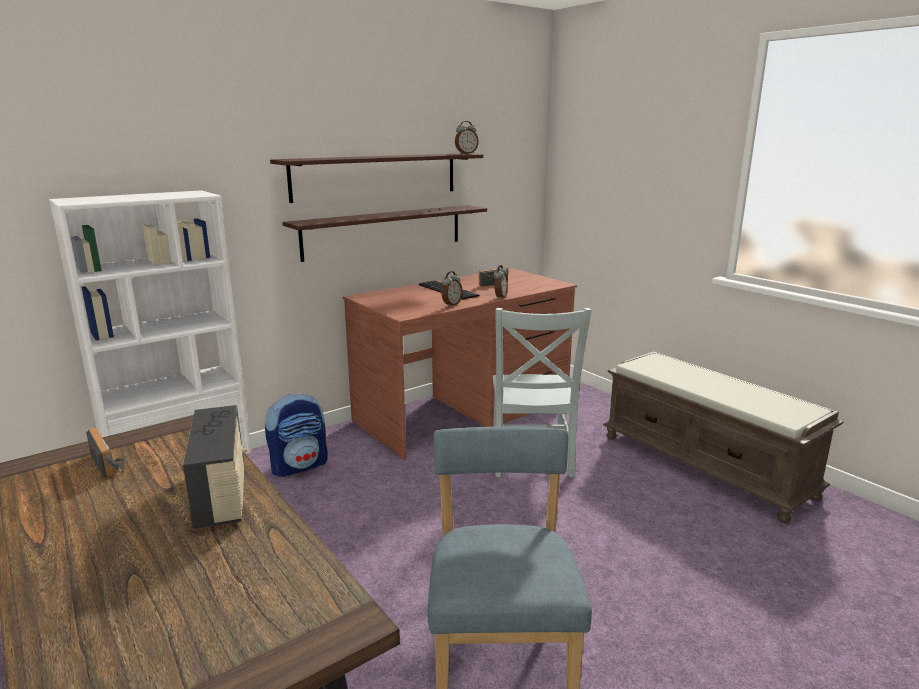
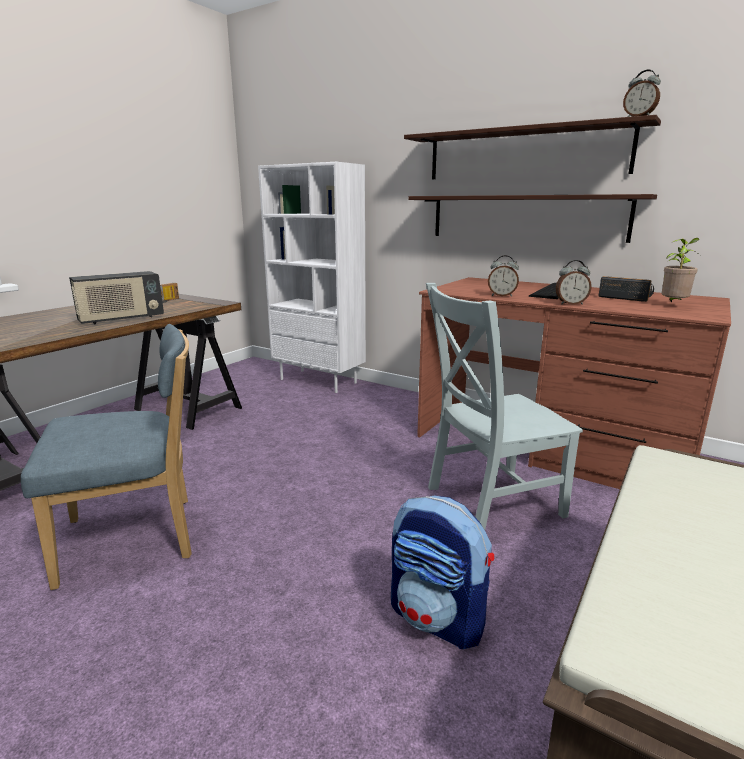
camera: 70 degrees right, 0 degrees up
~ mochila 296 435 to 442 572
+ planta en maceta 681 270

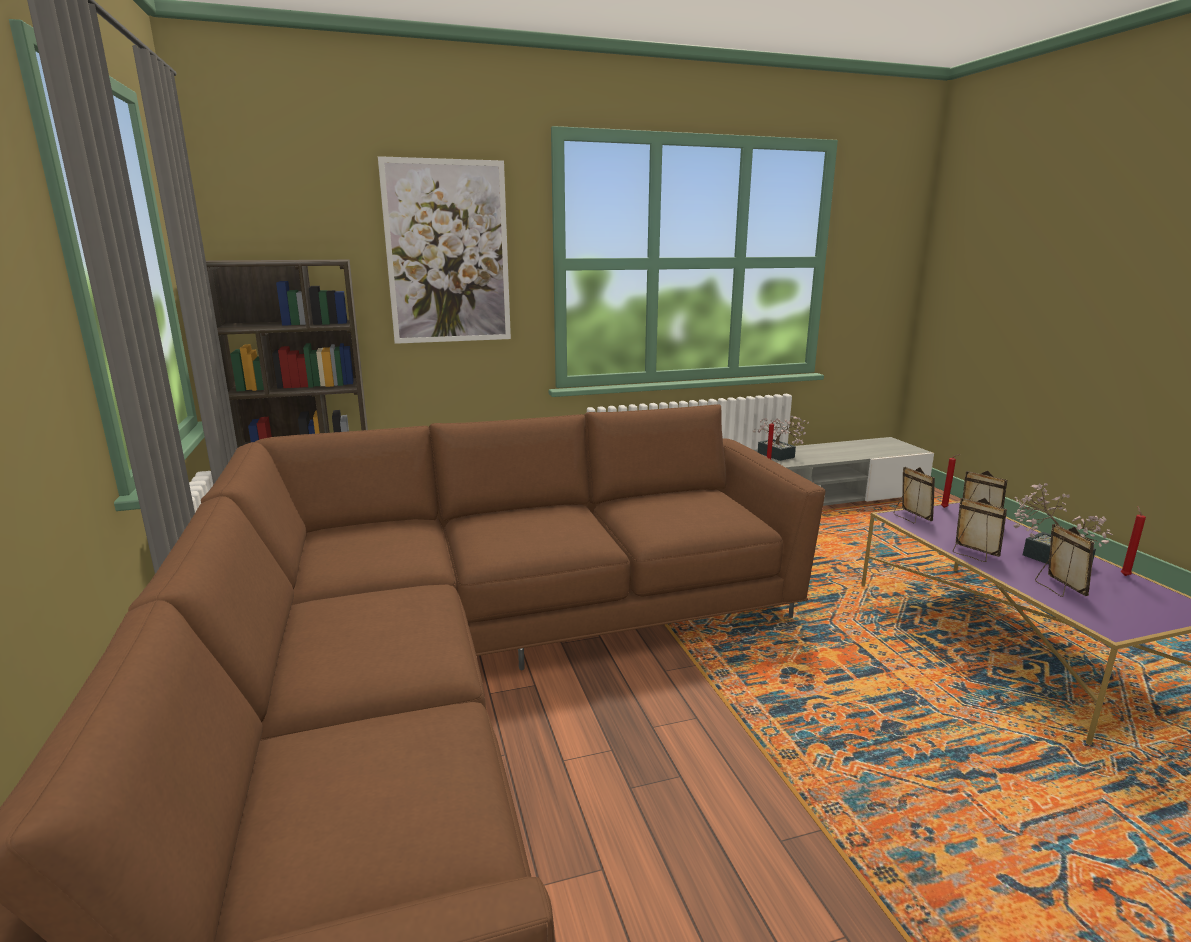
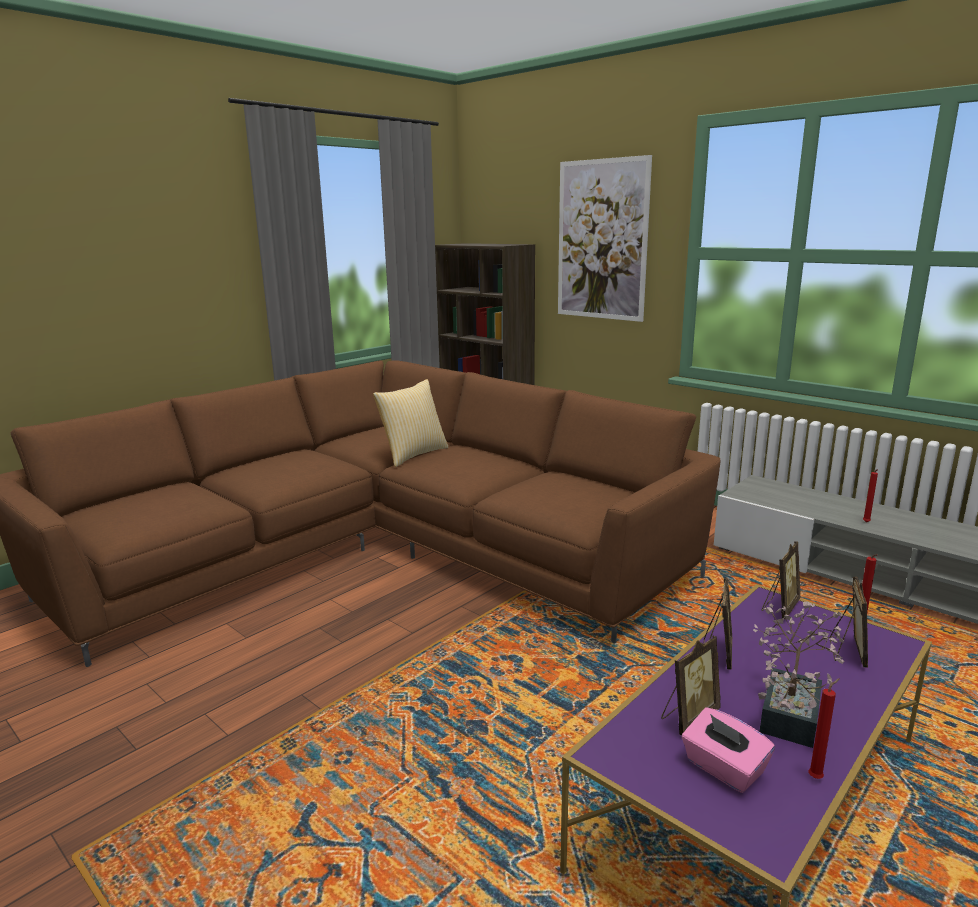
camera: 60 degrees right, 0 degrees up
- planta en maceta 781 438
+ cojín 410 423
+ caja de pañuelos/rosa 728 750

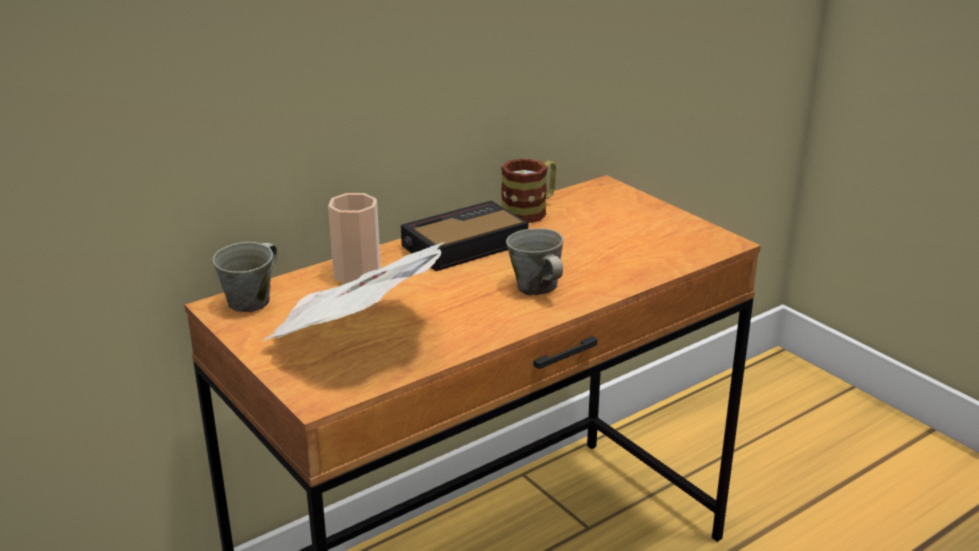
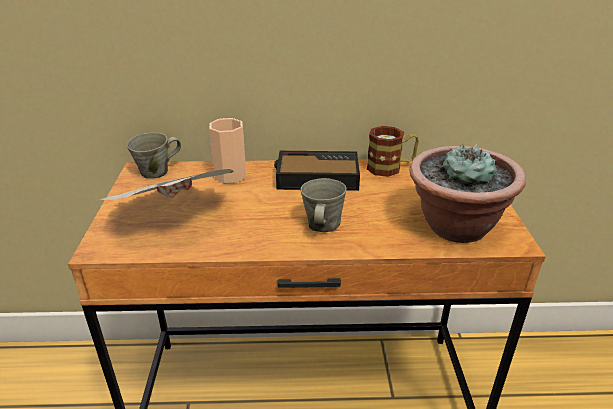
camera: 35 degrees right, 5 degrees up
+ planta en maceta 467 192

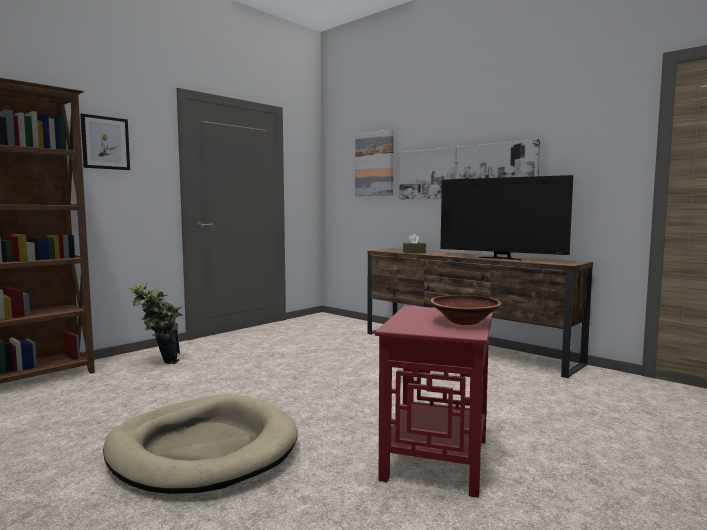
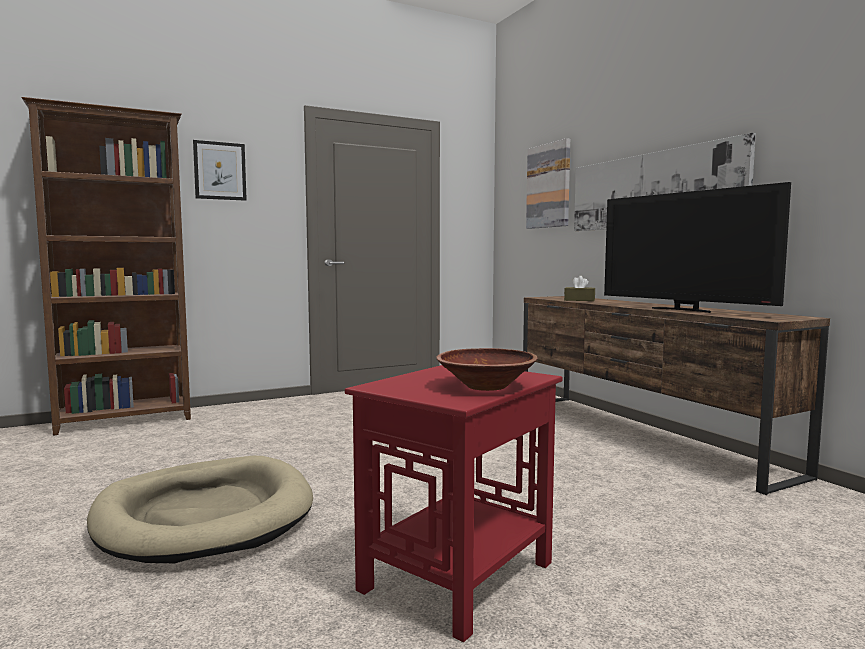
camera: 20 degrees right, 0 degrees up
- planta en maceta 155 323

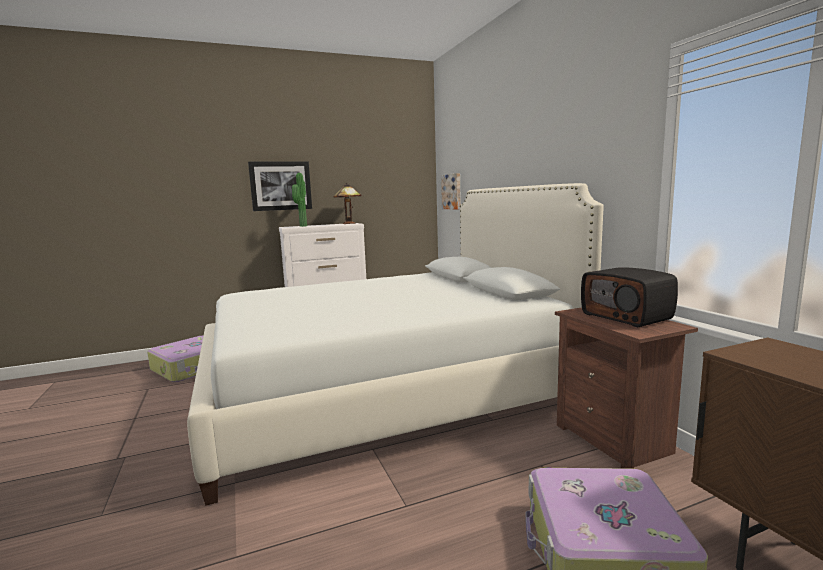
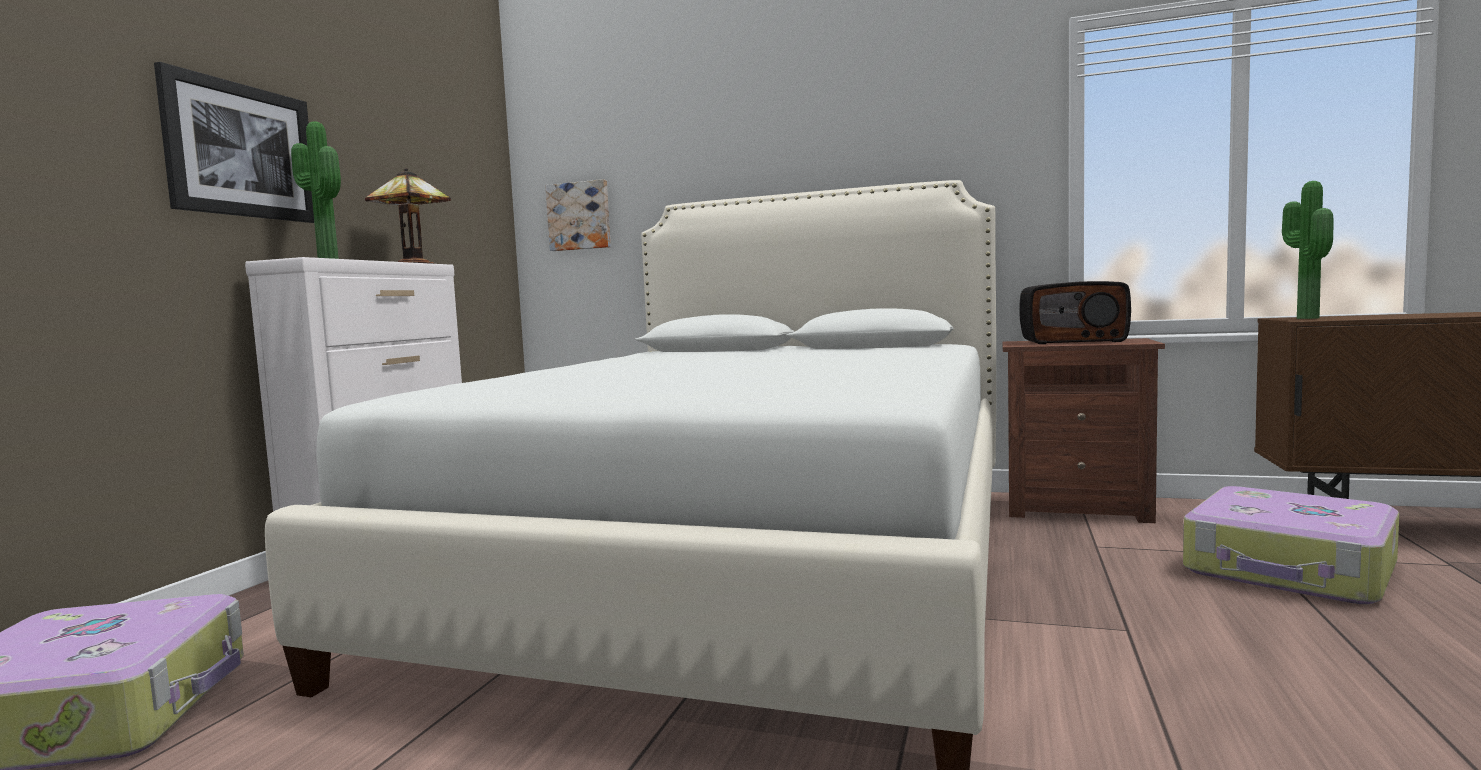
camera: 50 degrees left, 5 degrees down
+ planta en maceta 1307 250

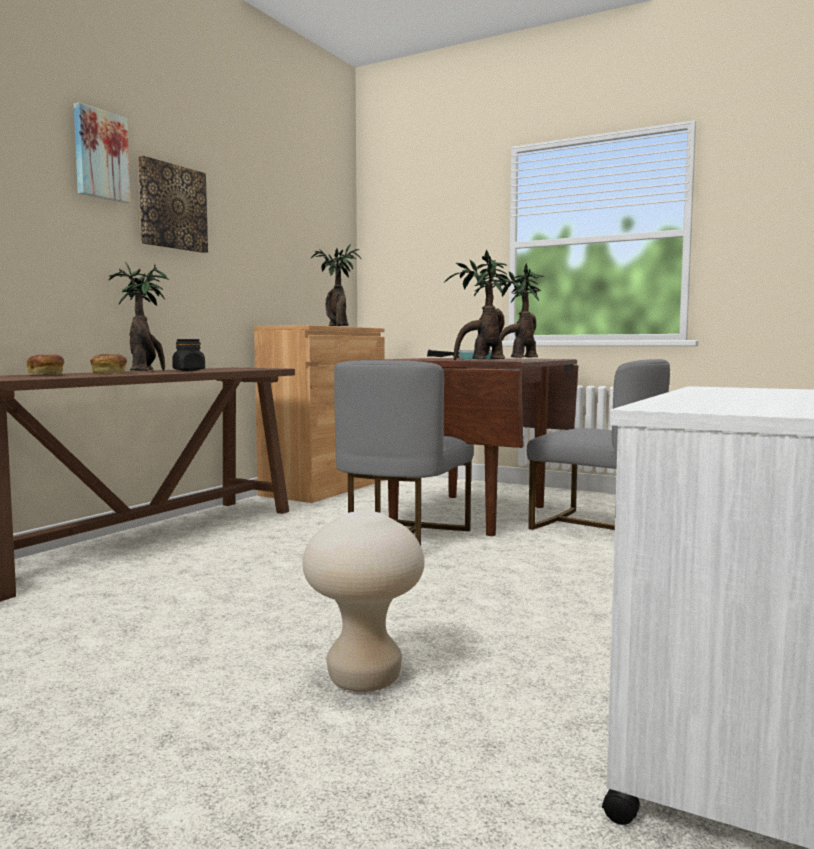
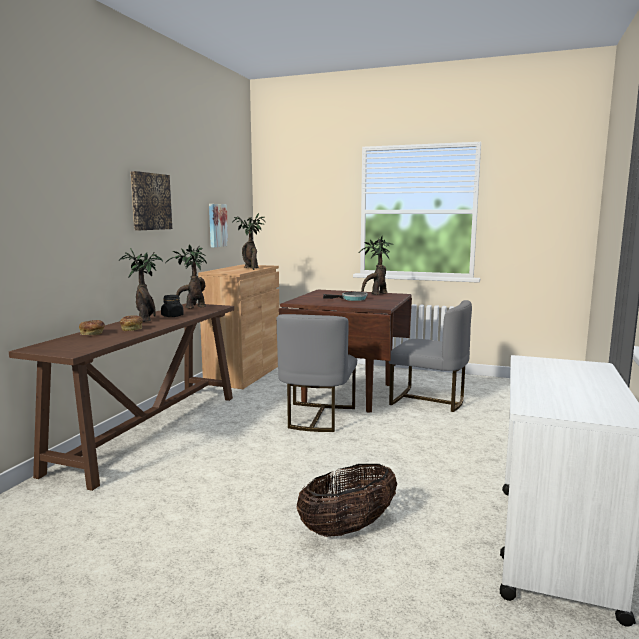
camera: 10 degrees left, 5 degrees up
~ cuadro 102 152 to 218 225
~ taburete/beis 363 601 to cesta 347 500
~ planta en maceta 476 304 to 186 276

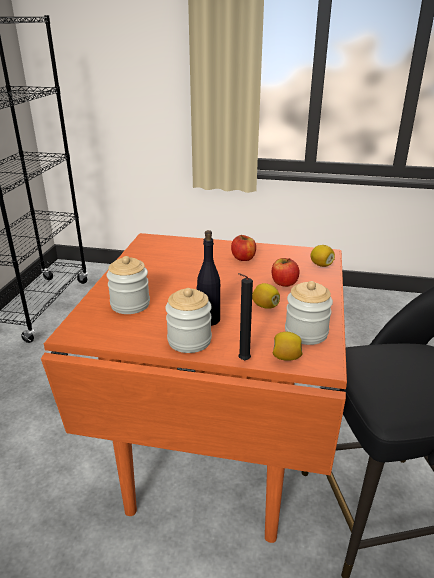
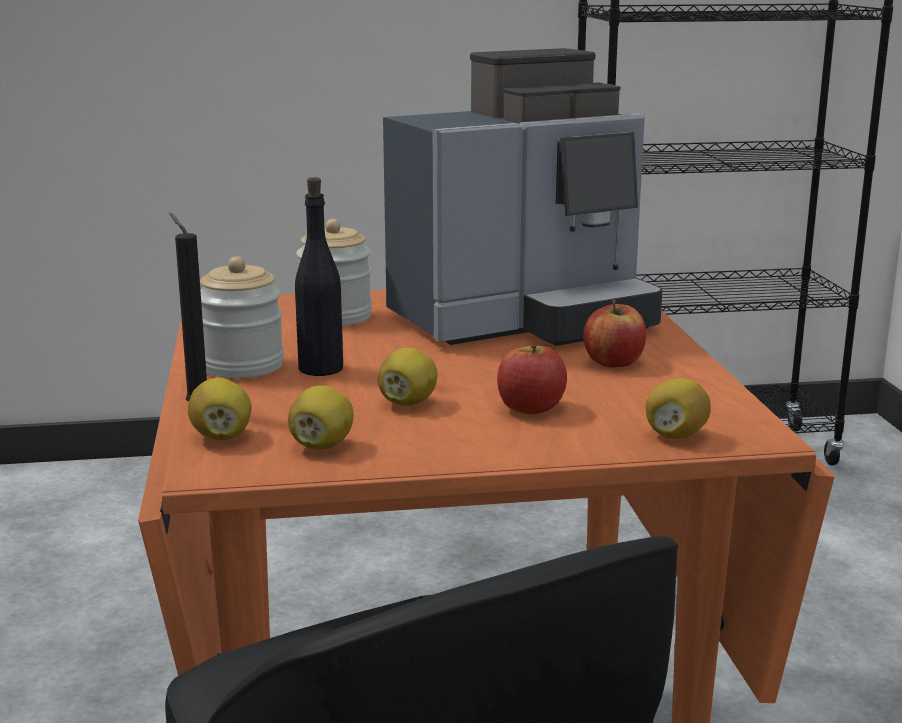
camera: 70 degrees right, 10 degrees down
~ tarro 309 313 to limón 321 418
+ cafetera 523 197

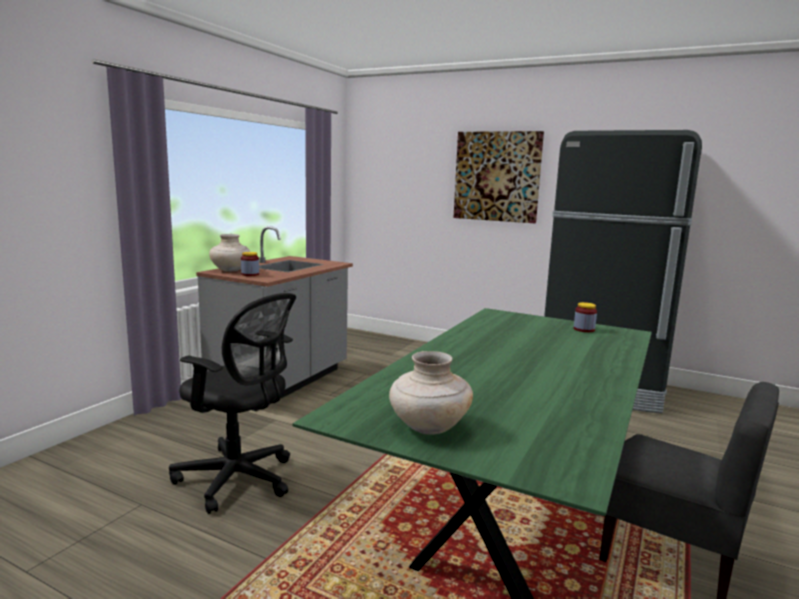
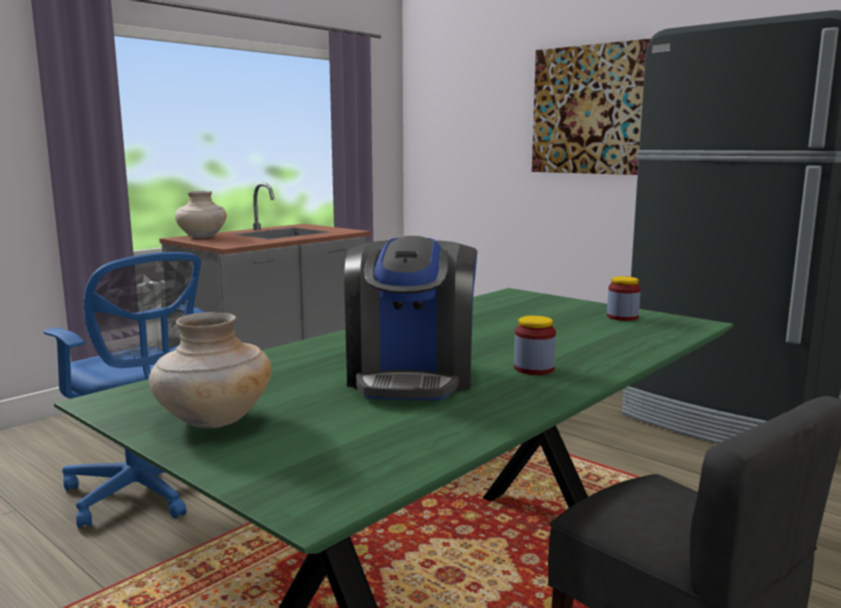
camera: 15 degrees right, 0 degrees up
~ silla de oficina/negro 232 403 to silla de oficina/azul 124 390
~ tarro 250 264 to 535 345
+ cafetera 411 318

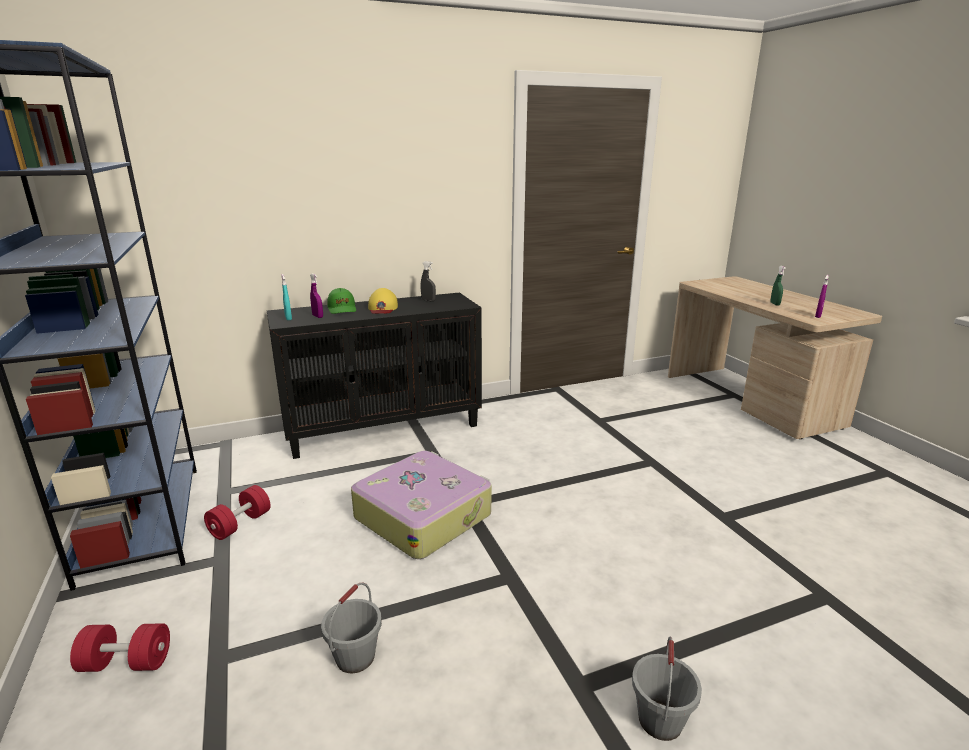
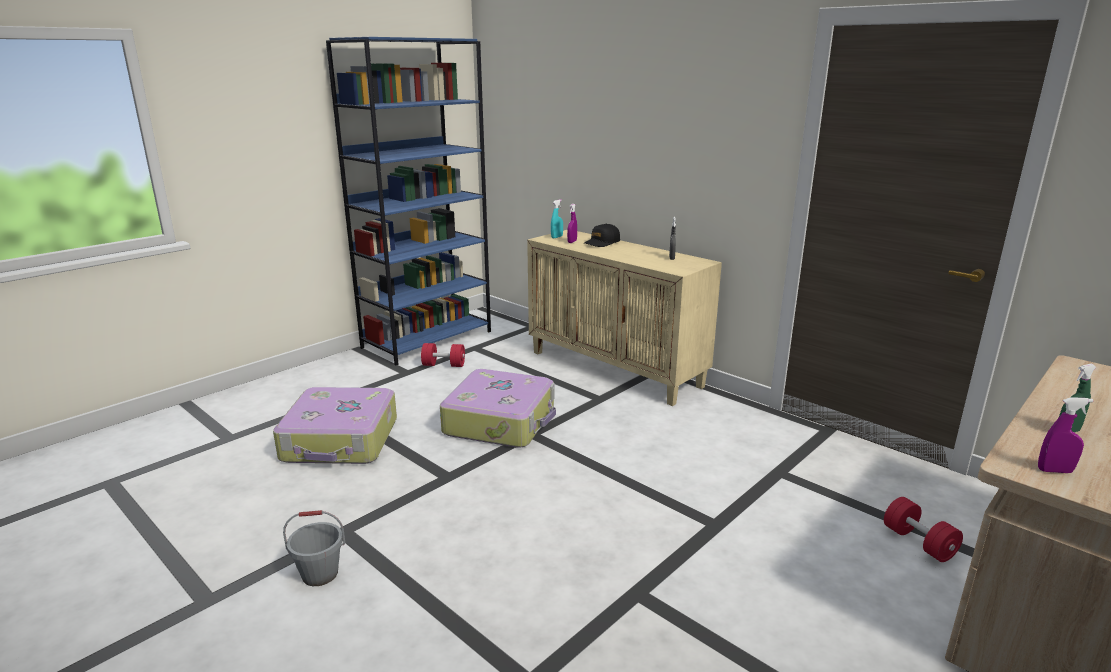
camera: 65 degrees right, 0 degrees up
~ mancuerna/rojo 120 647 to 923 529
~ armario/negro 374 376 to armario/beis 624 318
~ cubo/gris 351 628 to maleta 335 425
~ gorra/verde 341 301 to gorra/negro 602 235
- gorra/amarillo 383 301

